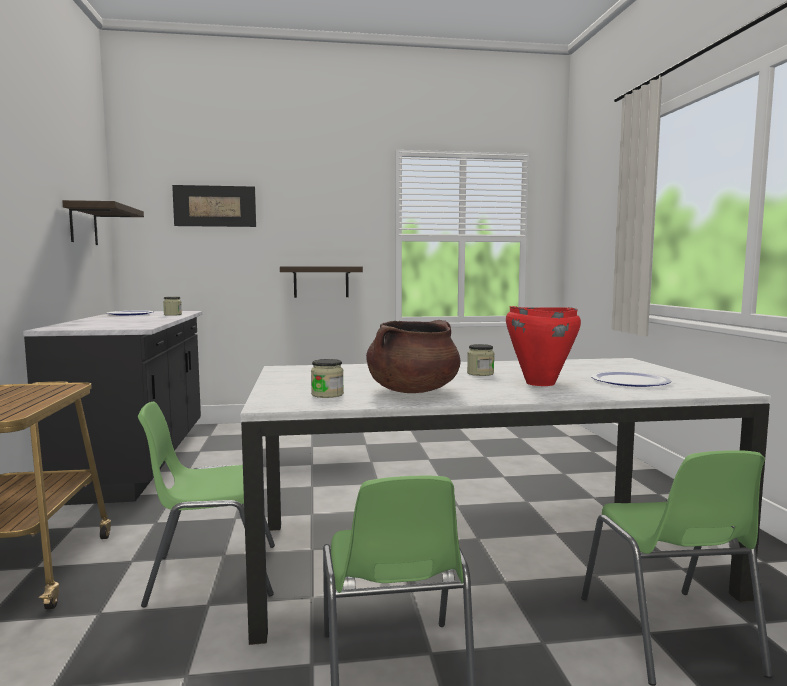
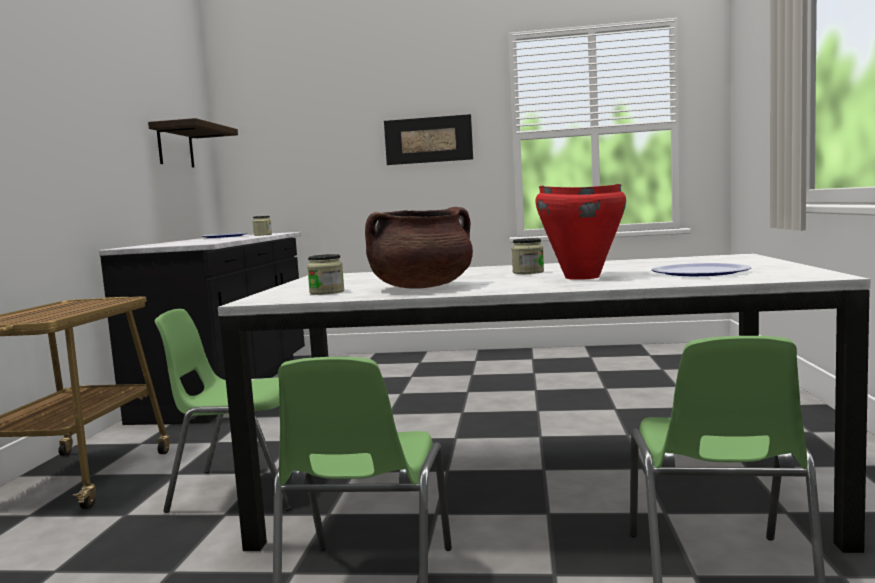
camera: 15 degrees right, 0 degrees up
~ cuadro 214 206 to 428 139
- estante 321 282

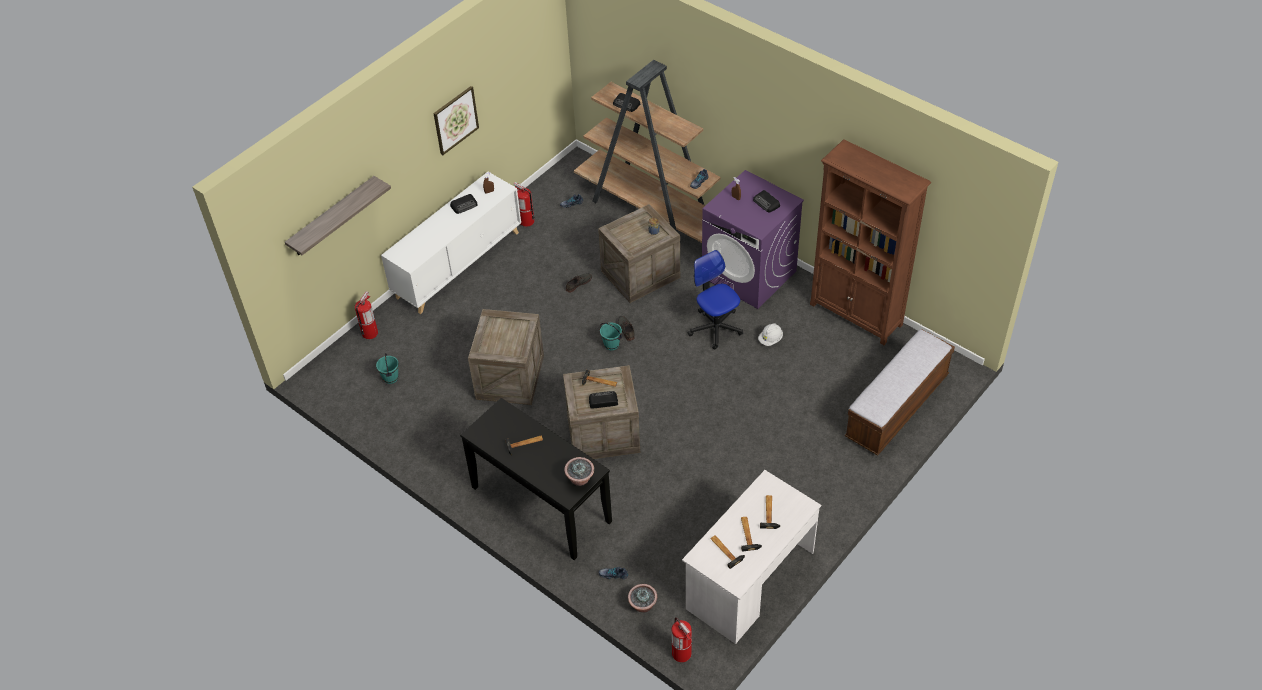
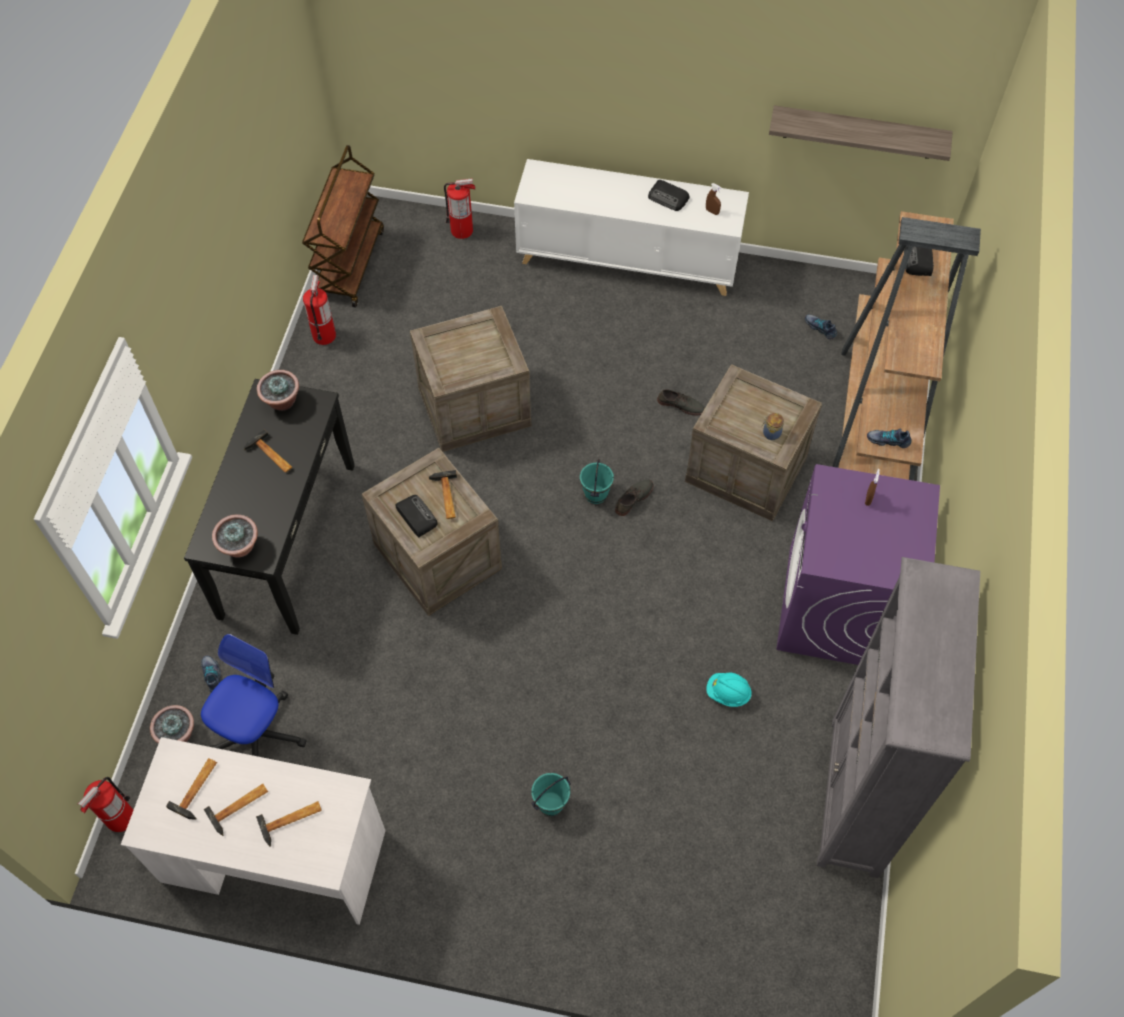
camera: 60 degrees right, 10 degrees up
~ estante 338 216 to 861 133
~ cubo/turquesa 387 368 to 551 794
- cuadro 456 120
~ extintor 524 204 to 319 310
~ silla de oficina 715 299 to 254 694
- radio 766 201
~ casco/blanco 770 335 to casco/turquesa 729 690
~ estantería/marrón 870 242 to estantería/gris 898 717
- banco 900 392
+ planta en maceta 278 390
+ carrito/marrón 343 226

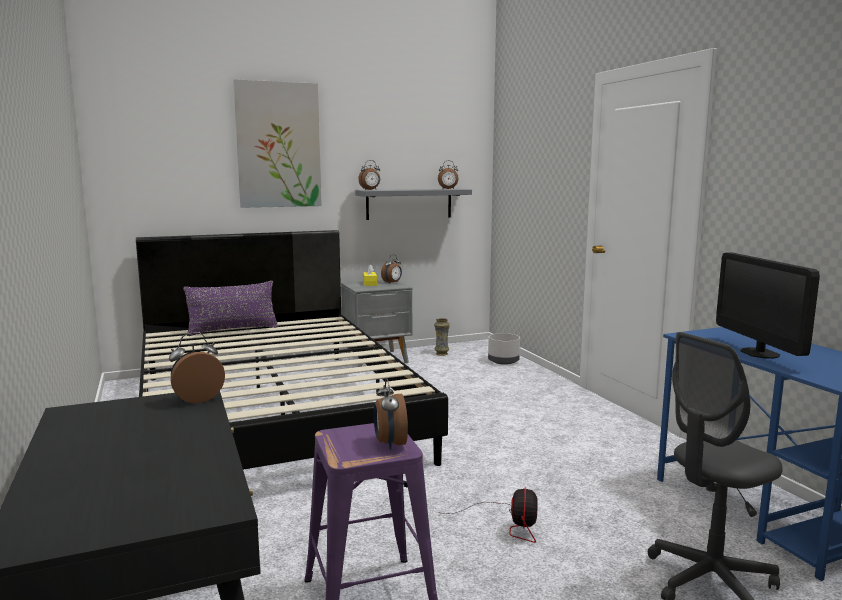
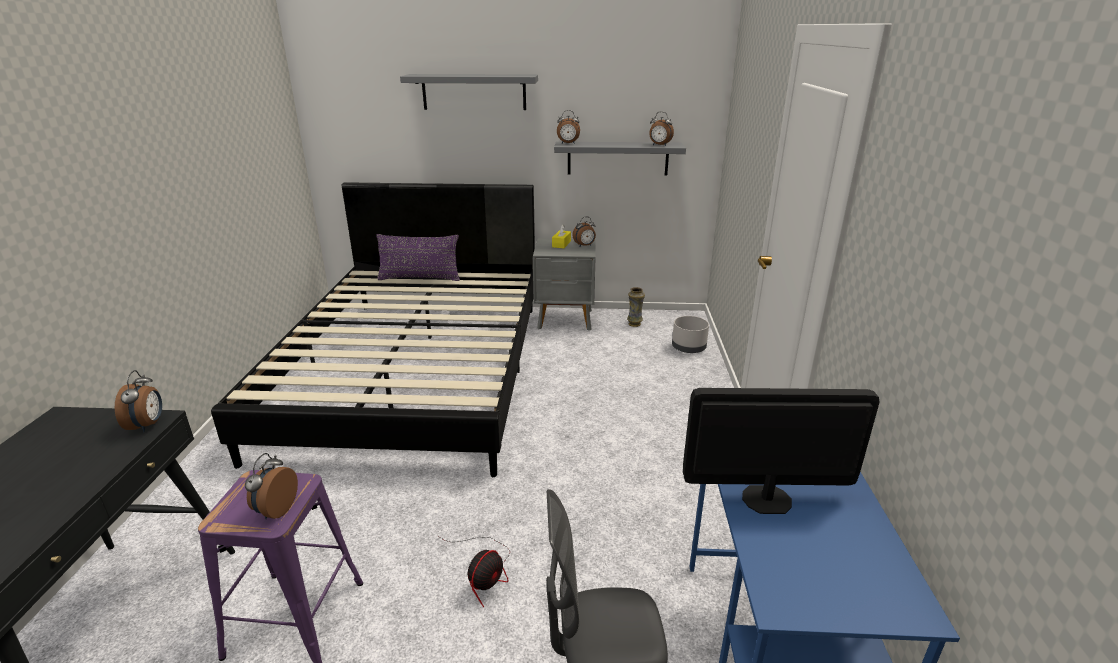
camera: 25 degrees right, 15 degrees up
~ despertador 197 368 = 138 401 90 degrees clockwise
~ cuadro 277 143 to estante/gris 469 92
~ monitor 768 305 = 781 451 75 degrees clockwise

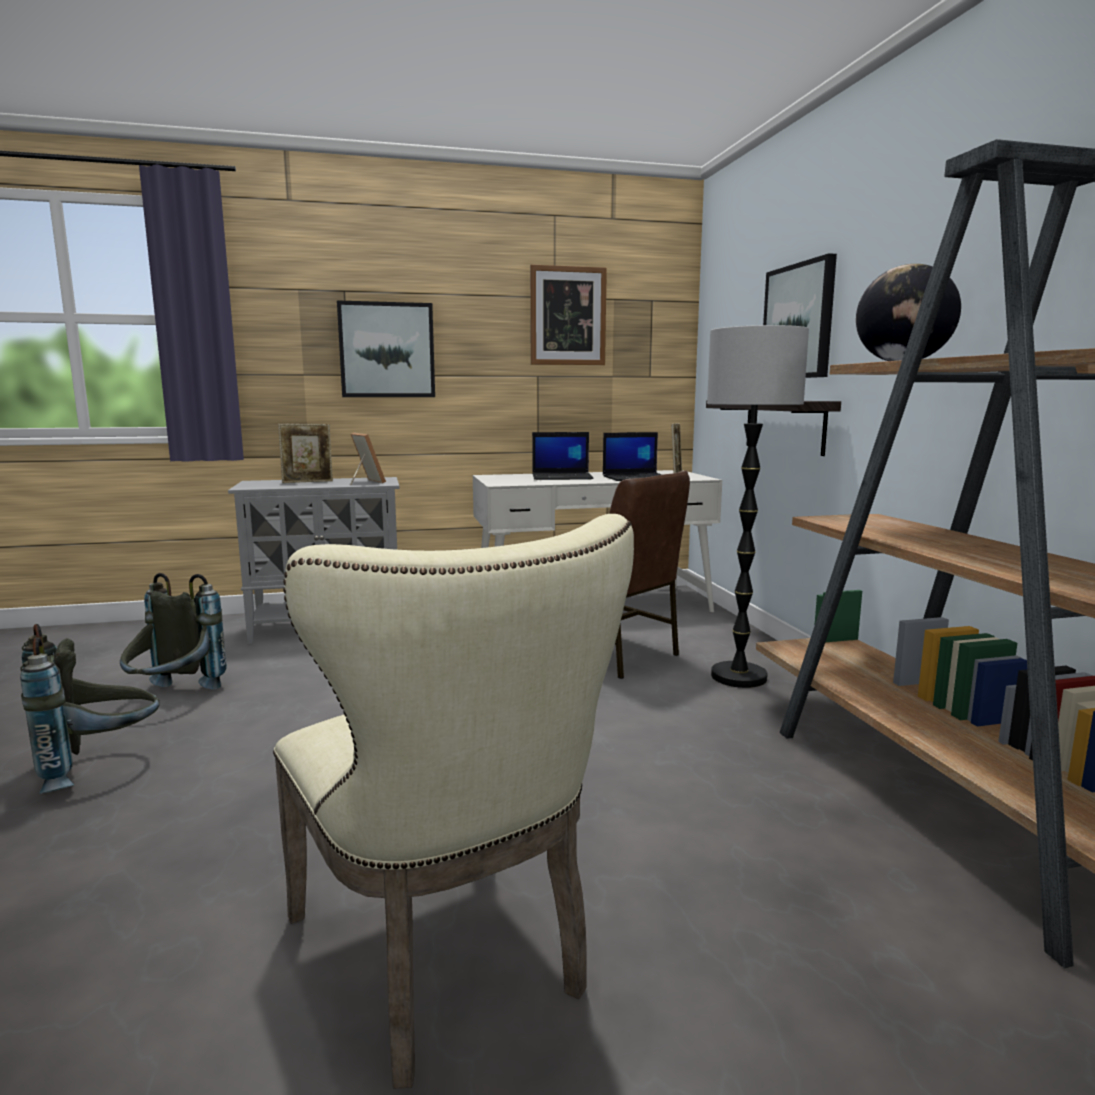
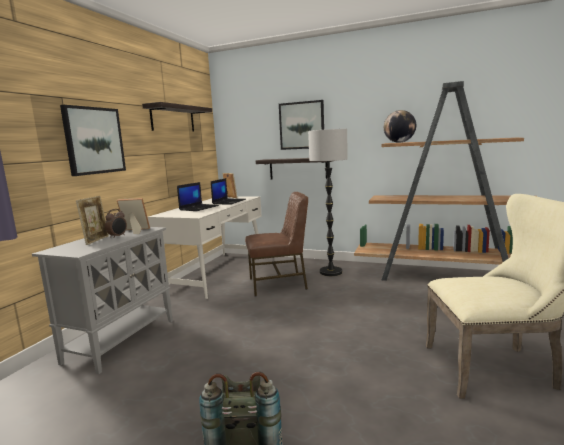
camera: 55 degrees left, 0 degrees up
- mochila/gris 173 631
~ cuadro 568 314 to estante 177 116
+ despertador 116 223

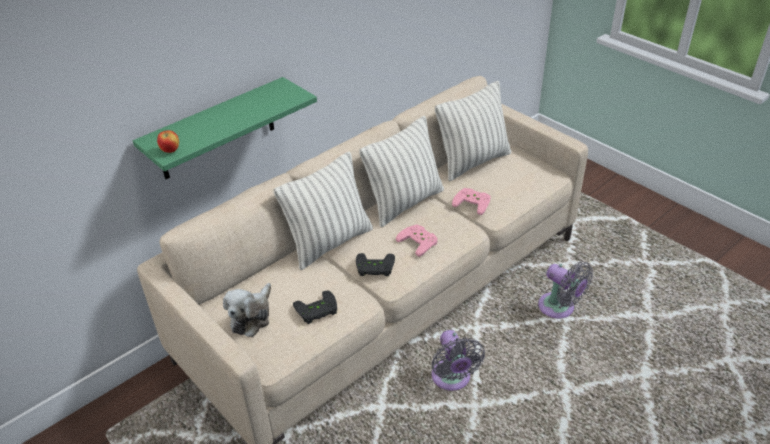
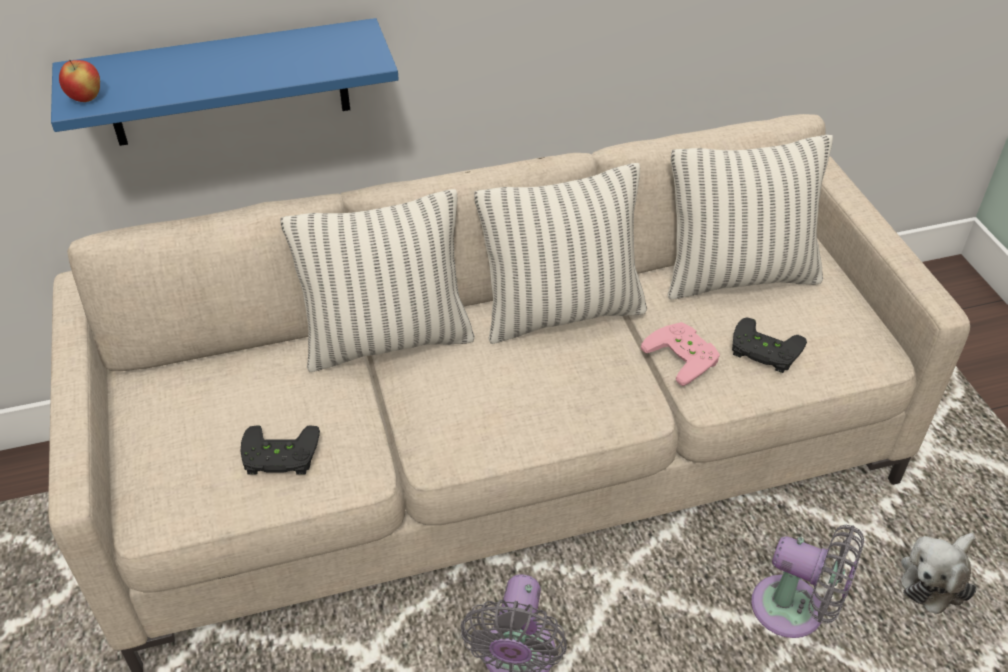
camera: 25 degrees right, 5 degrees up
~ estante/verde 225 128 to estante/azul 225 82
~ peluche 247 310 to 938 573
~ mando de consola/negro 375 264 to 769 345
- mando de consola/rosa 417 240
~ ventilador/gris 565 290 = 807 581 45 degrees counterclockwise

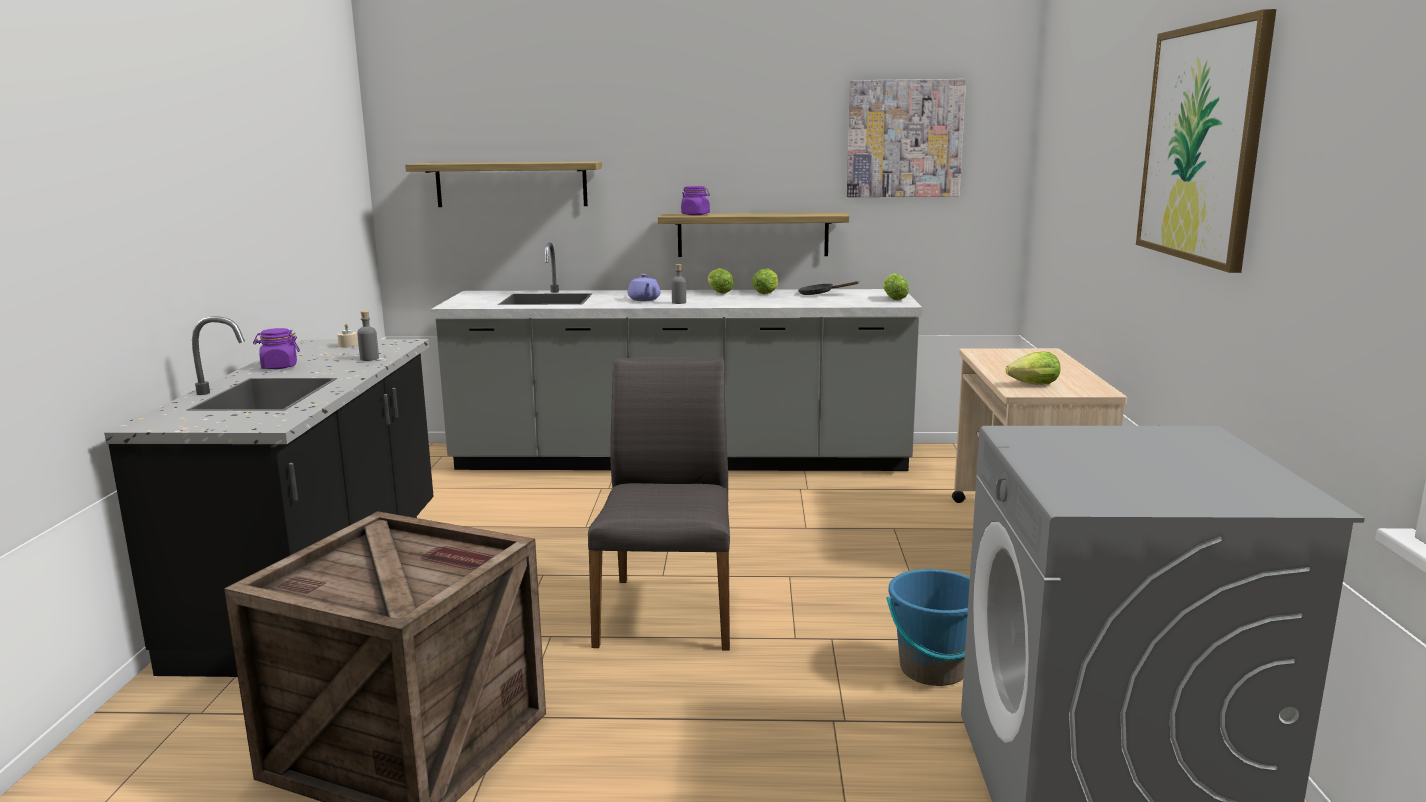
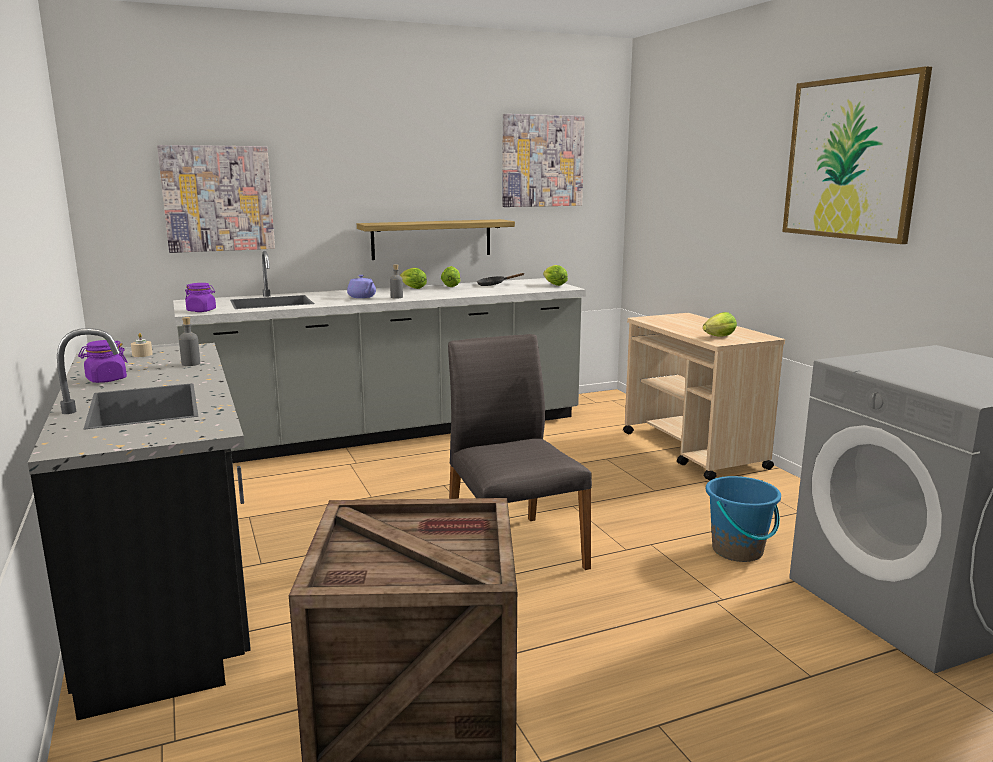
camera: 25 degrees left, 0 degrees up
~ estante 503 184 to cuadro 216 199
~ tarro/morado 695 200 to 200 297

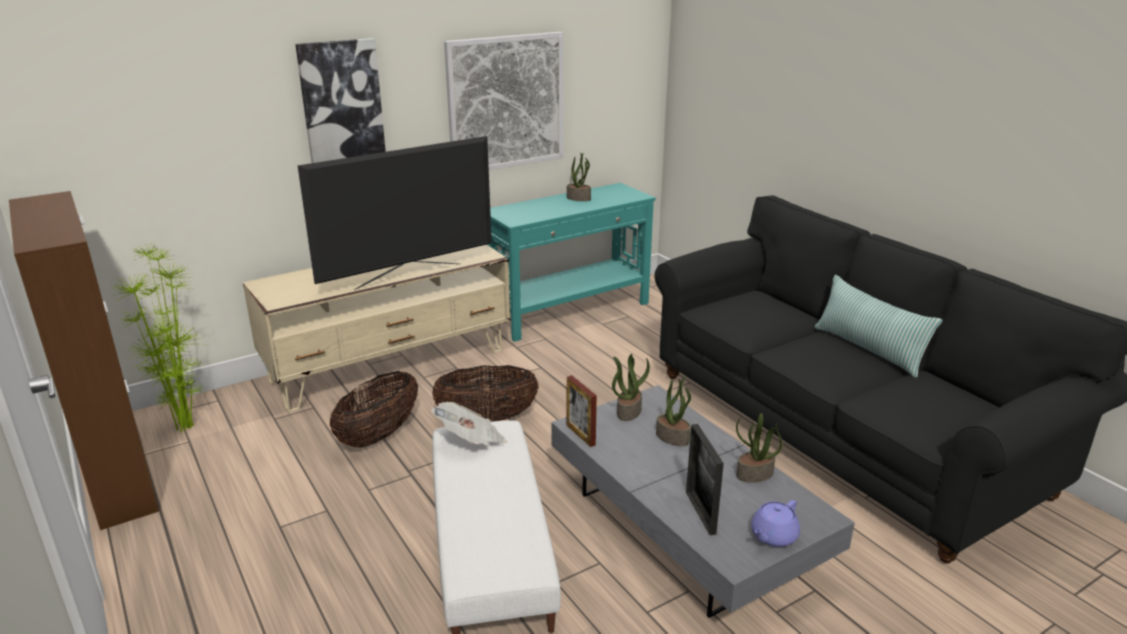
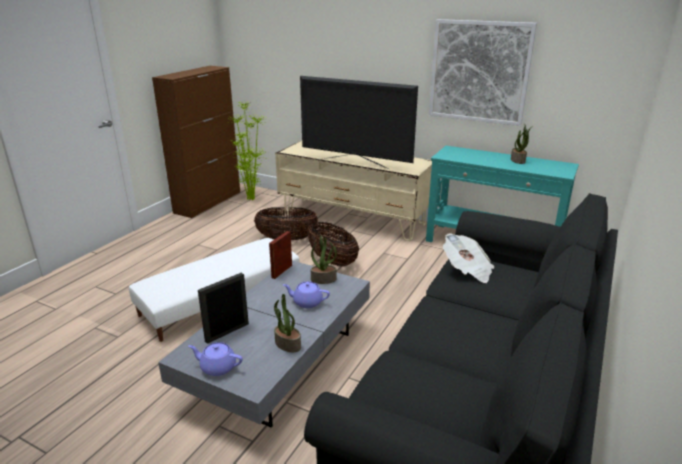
camera: 60 degrees right, 0 degrees up
- cuadro 340 100
~ periódico 469 424 to 469 258
~ planta en maceta 673 411 to tetera/morado 306 295
- cojín 878 326

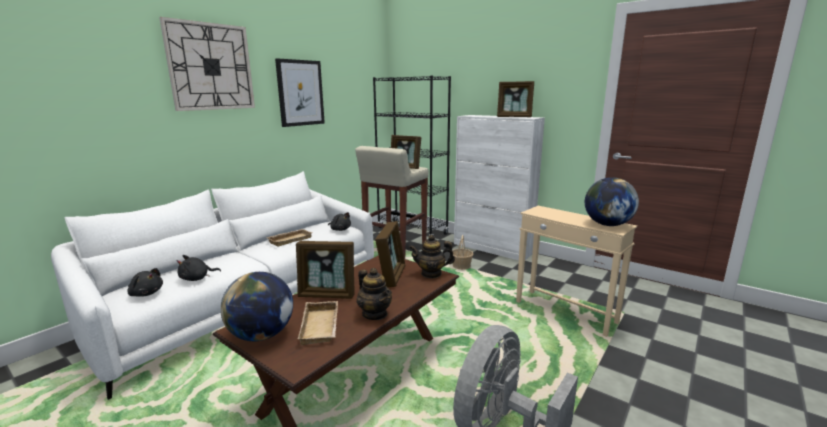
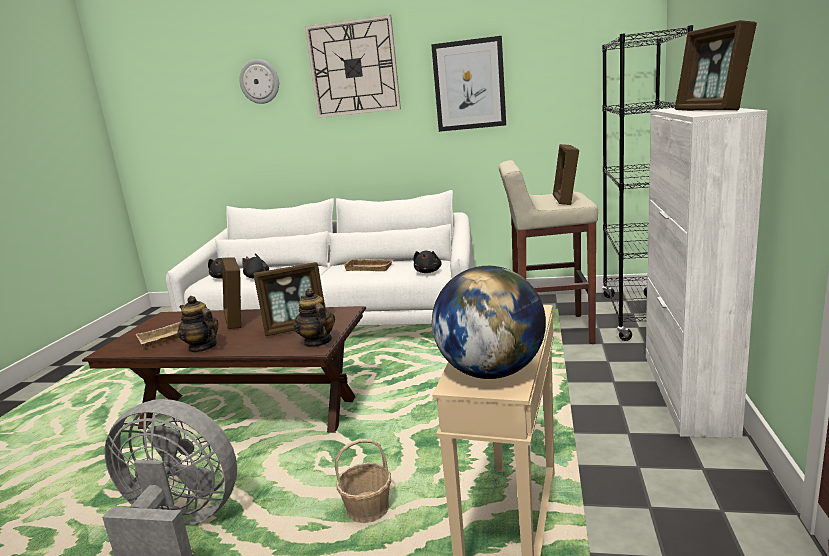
camera: 65 degrees right, 0 degrees up
- globo terráqueo 256 306
~ tetera 374 294 = 198 324 105 degrees clockwise
~ cesta 463 252 to 363 481
+ reloj de pared 259 81

